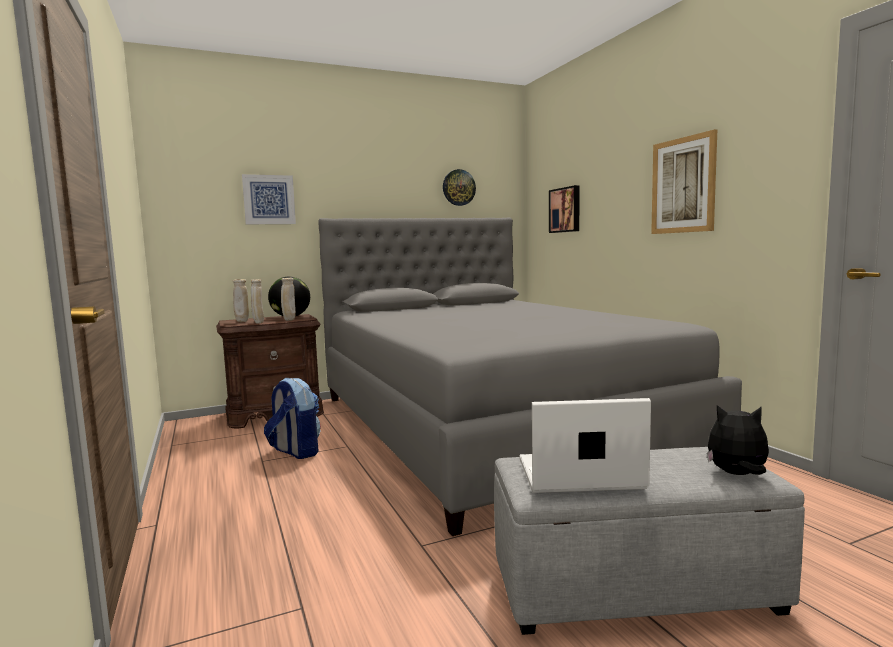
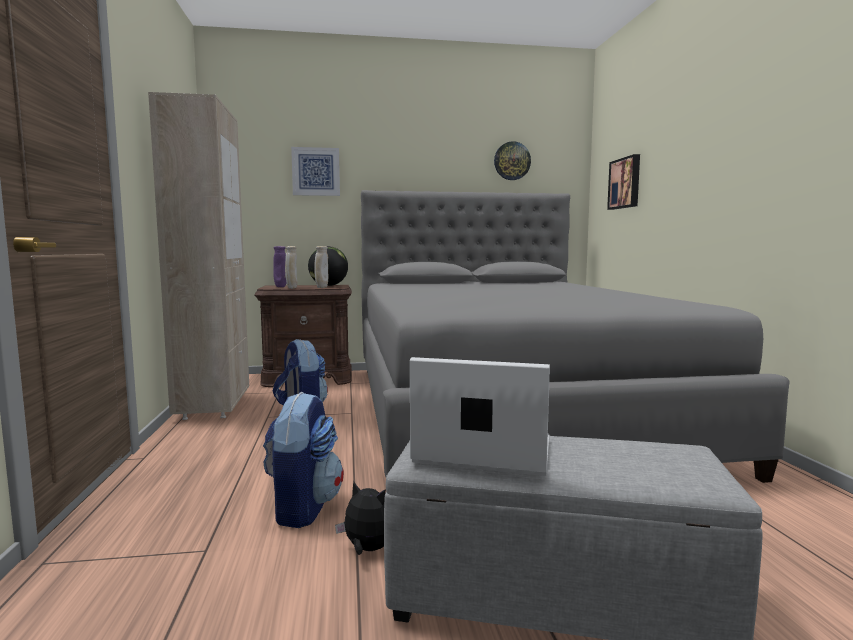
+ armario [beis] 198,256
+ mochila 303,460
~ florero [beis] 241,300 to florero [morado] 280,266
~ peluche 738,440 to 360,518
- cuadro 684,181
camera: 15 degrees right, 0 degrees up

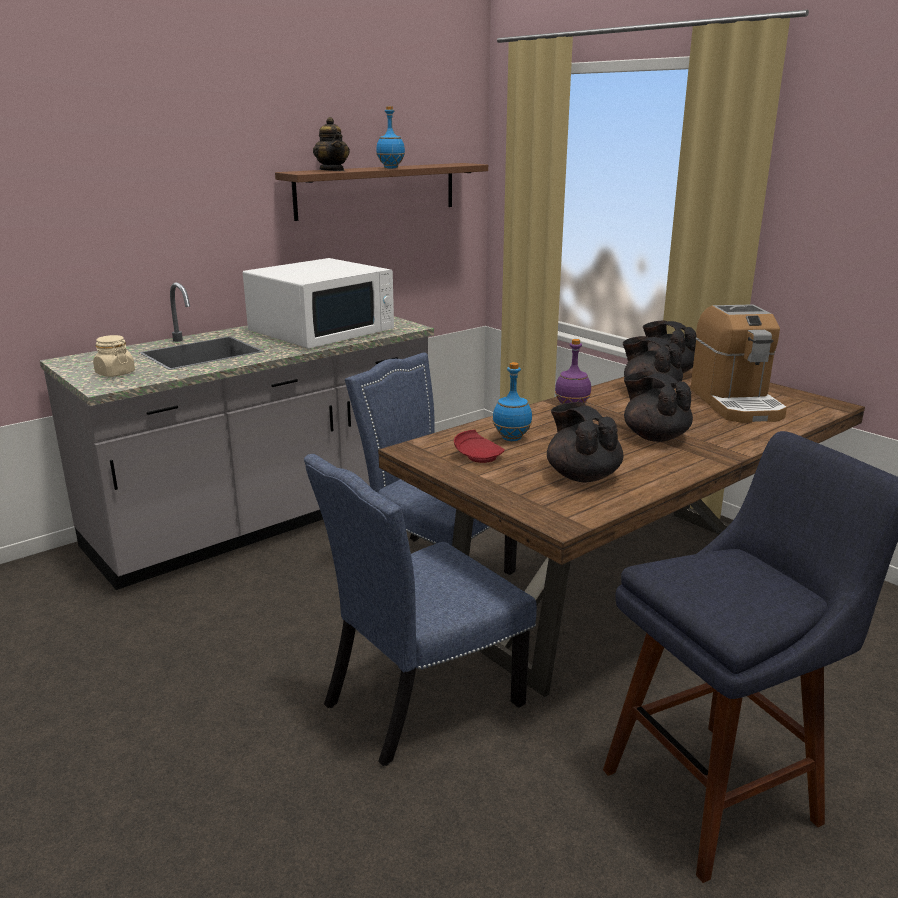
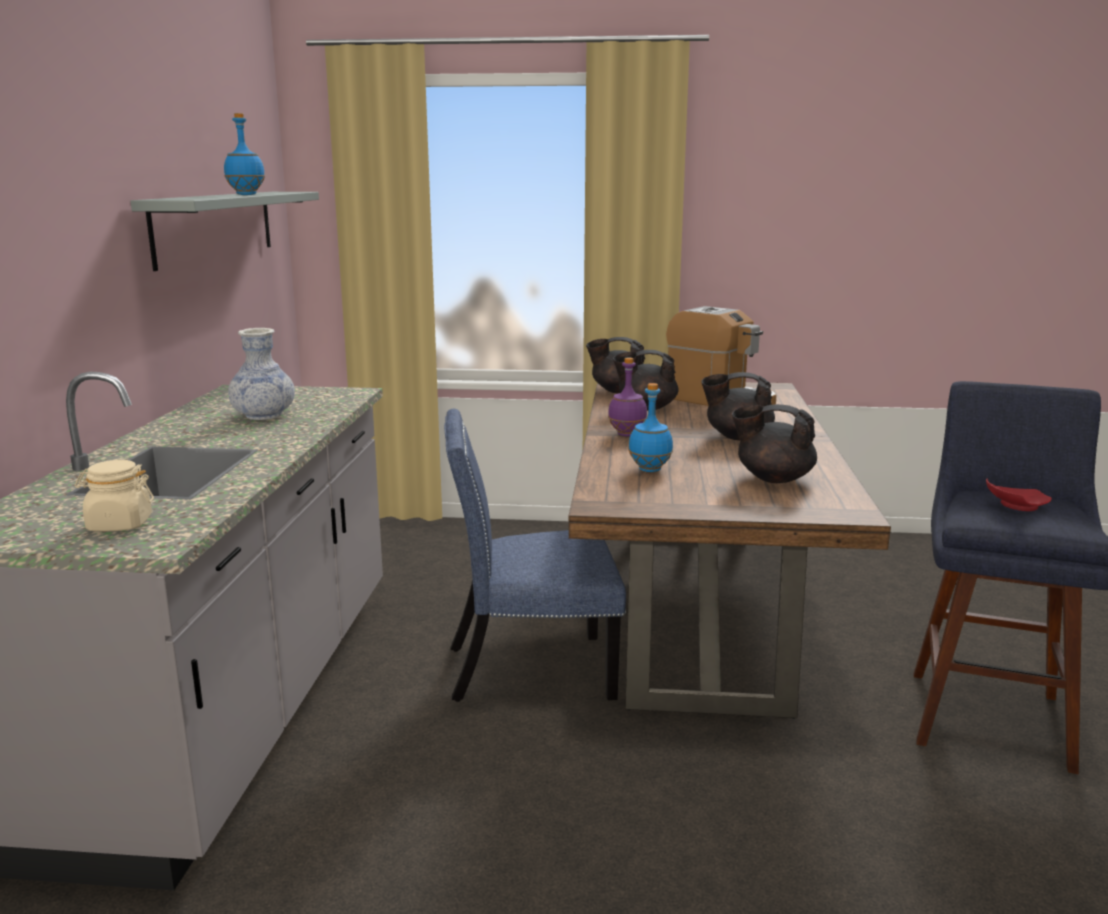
~ estante [marrón] 381,192 to estante [gris] 225,231
~ microondas [blanco] 318,303 to florero 261,374
~ plato [rojo] 479,446 to 1019,495
- silla [azul] 420,610
- tetera 331,144
camera: 45 degrees left, 5 degrees down

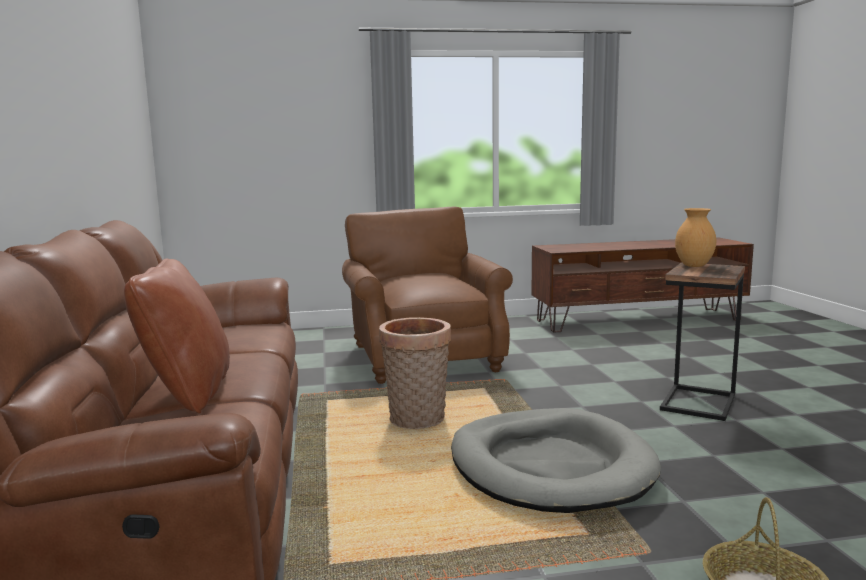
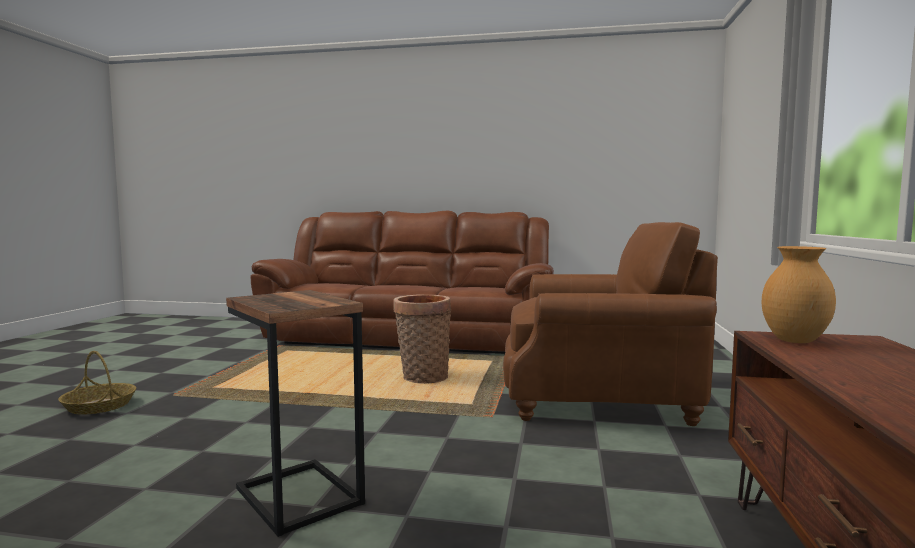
~ florero [marrón] 695,237 to 799,294
- cojín [marrón] 177,336
- cama para perro [gris] 556,460
camera: 110 degrees right, 5 degrees down

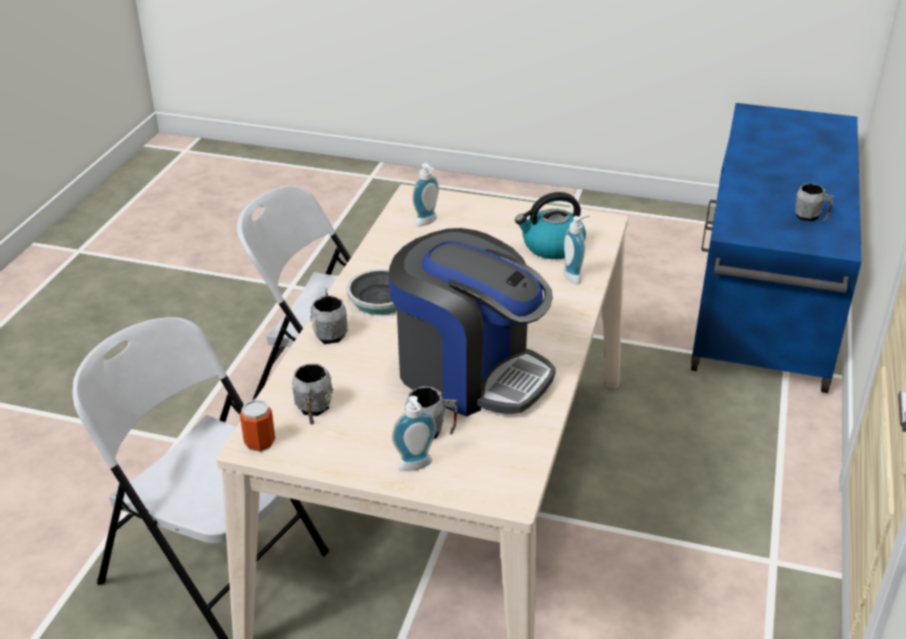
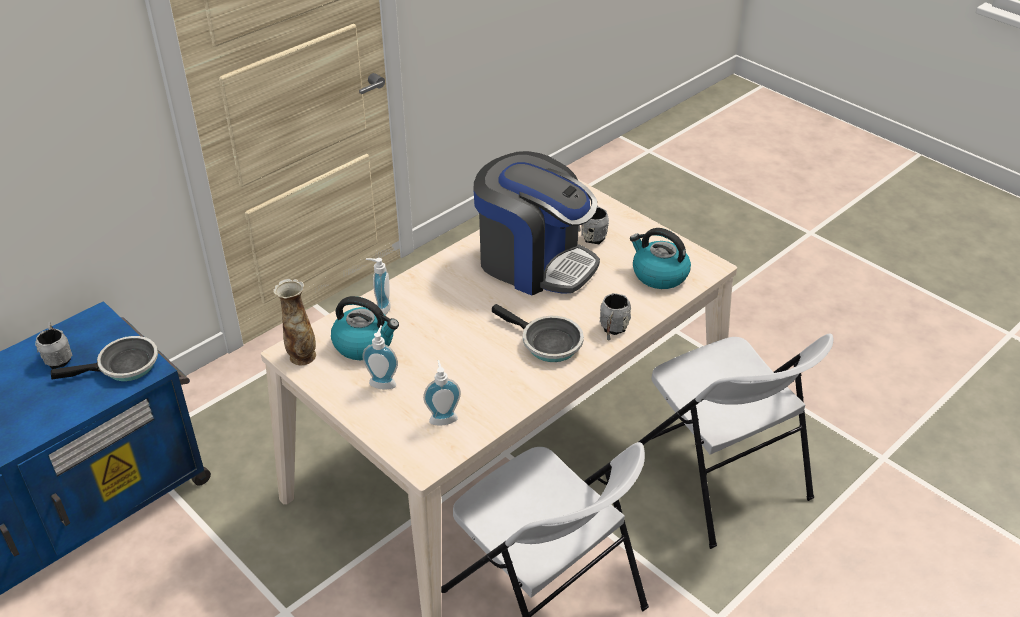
+ sartén 104,358
+ florero 294,322
~ dispensador de jabón 414,433 to 380,357
~ cafetera 472,322 = 536,223 150 degrees clockwise
~ taza grande [gris] 312,394 to hervidor 660,258
- lata 257,425
camera: 150 degrees left, 5 degrees up

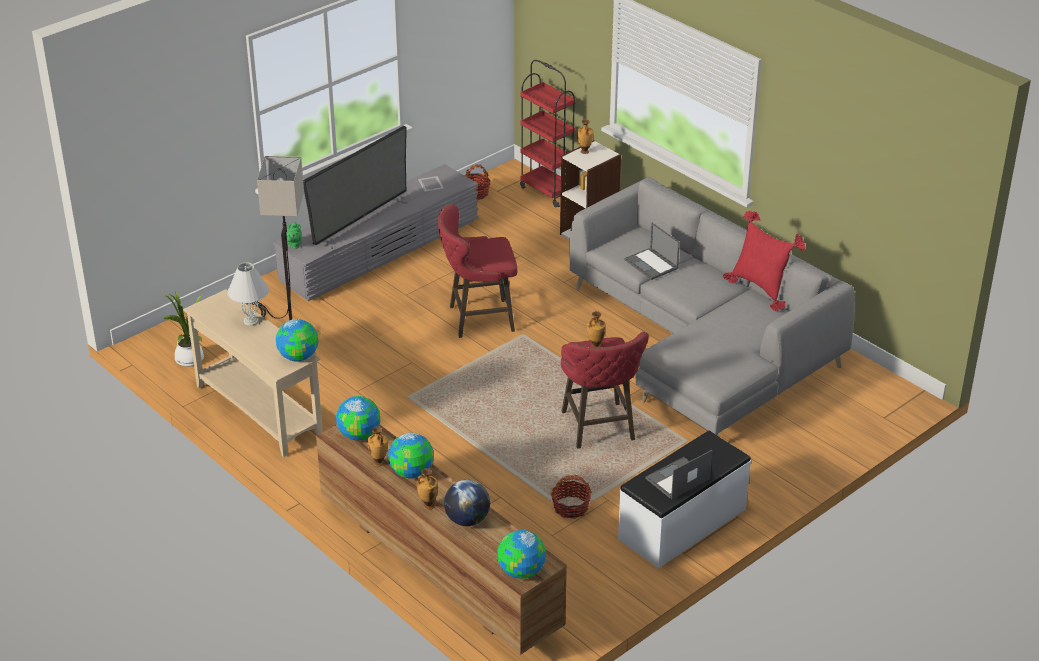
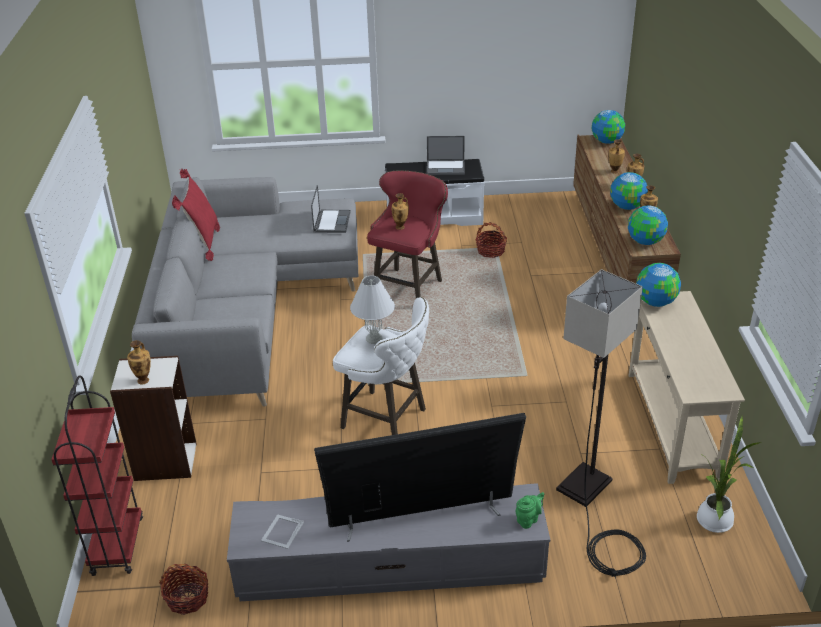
~ portátil 652,251 to 331,209
~ taburete [rojo] 477,271 to taburete [blanco] 381,366
~ lámpara de mesa [blanco] 248,294 to 372,310
~ globo terráqueo 467,503 to florero 617,156
camera: 140 degrees left, 0 degrees up

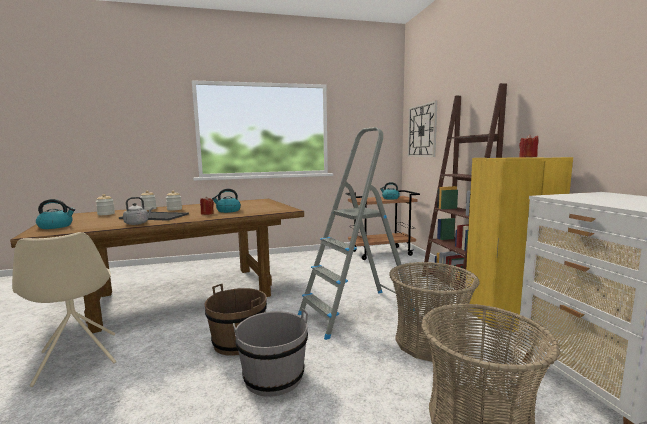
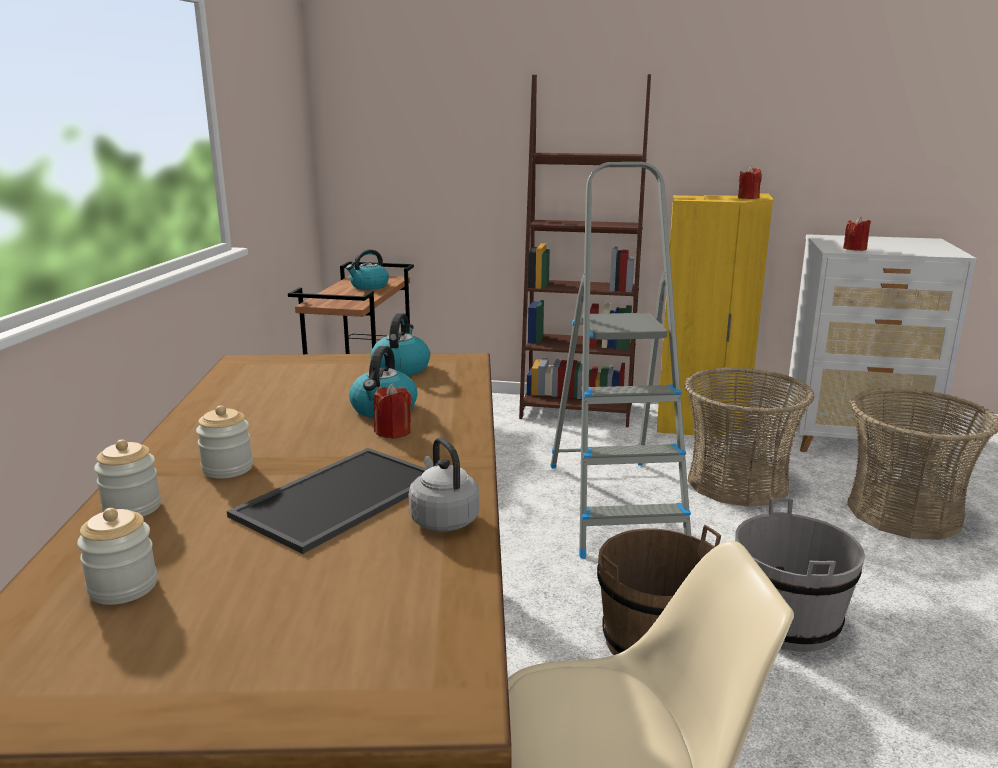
~ hervidor 55,214 to 400,344
+ vela [rojo] 857,234
- reloj de pared 423,129
camera: 65 degrees left, 10 degrees up

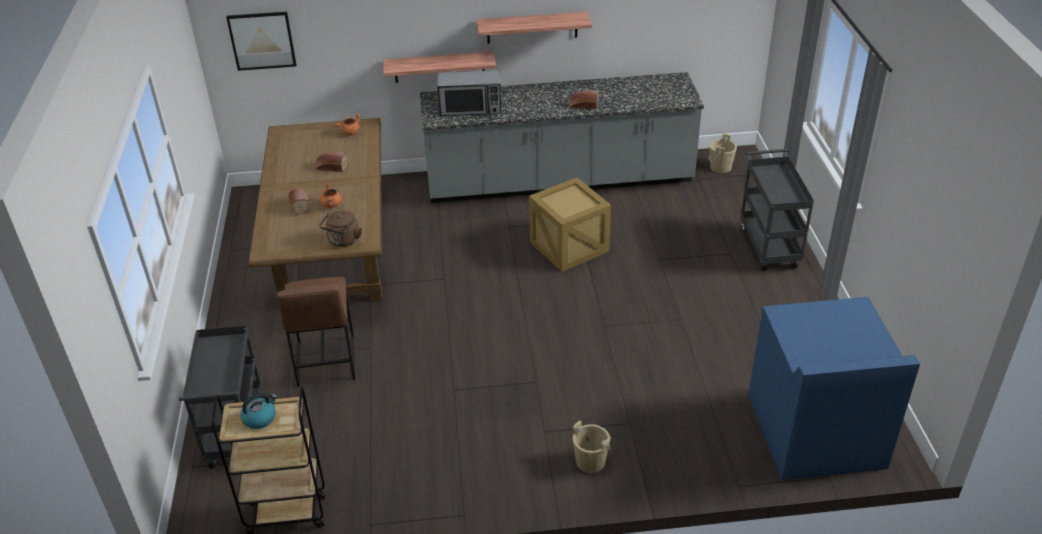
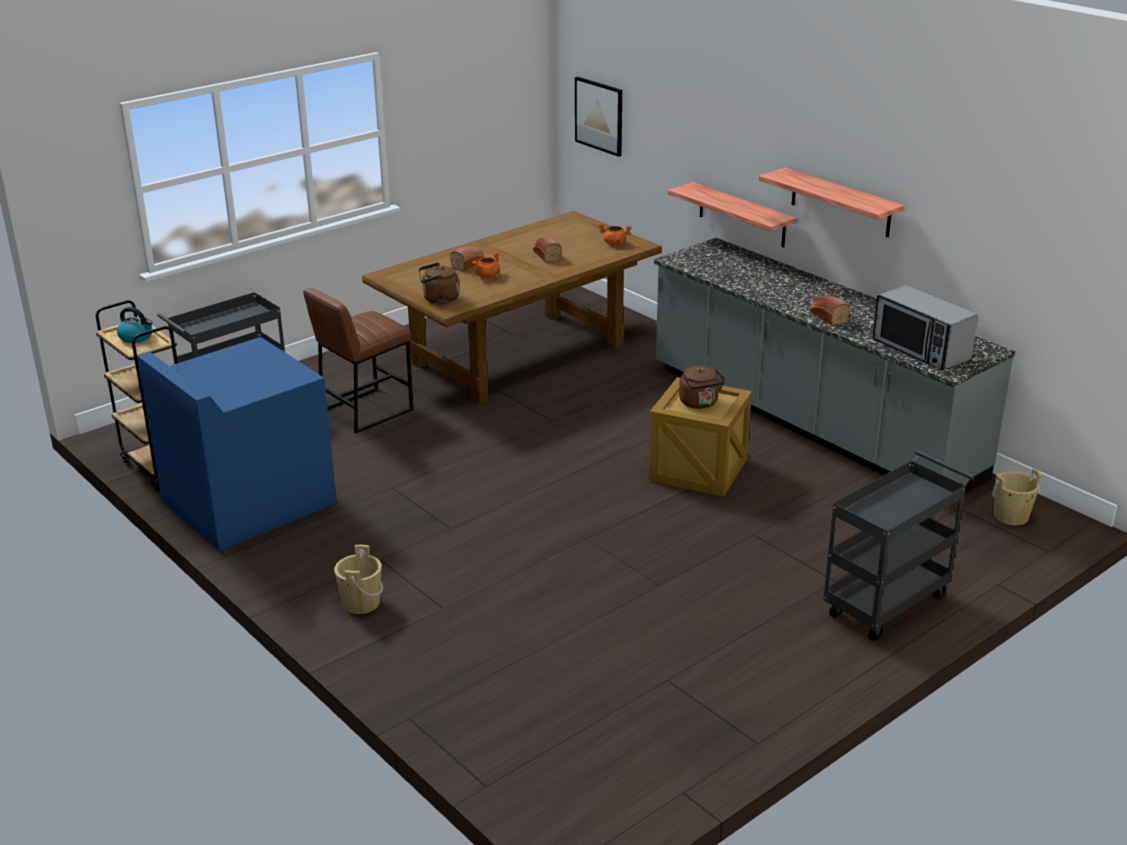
~ lavadora [azul] 834,388 to 237,444
+ hervidor [marrón] 702,387
~ microondas 469,93 to 925,327
camera: 55 degrees right, 10 degrees down

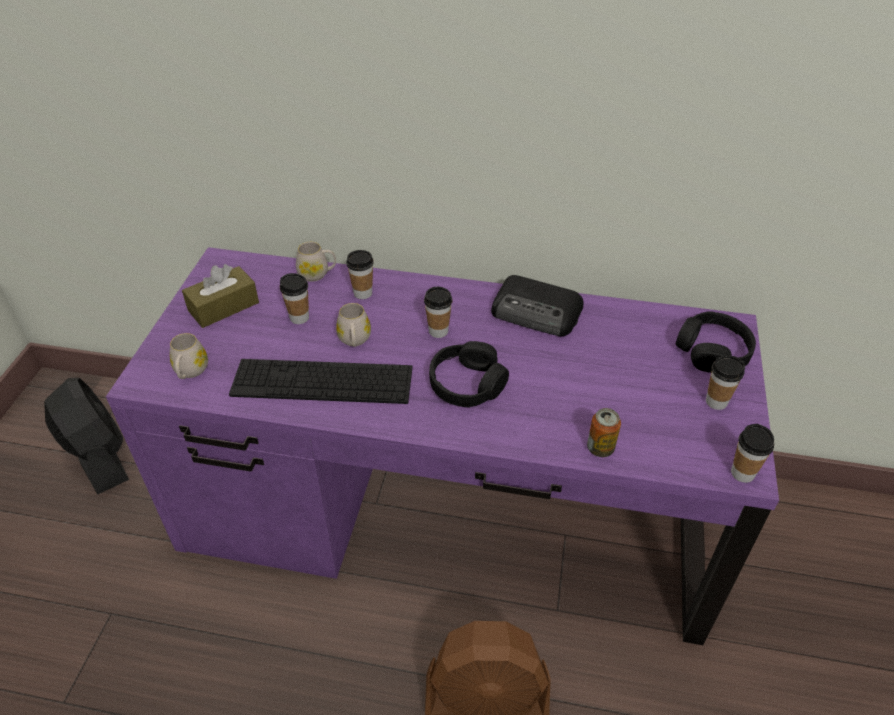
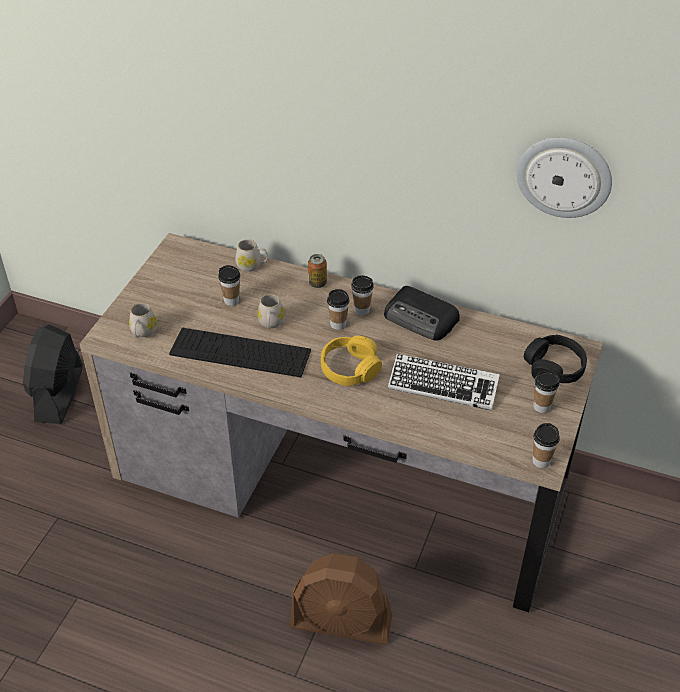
~ ventilador [negro] 86,436 = 53,374 150 degrees counterclockwise
~ escritorio [morado] 442,446 to escritorio [marrón] 341,422
~ lata 604,432 to 317,271
~ auriculares [negro] 469,374 to auriculares [amarillo] 351,361
~ taza 360,274 to 362,295
+ teclado 444,381
+ reloj de pared 564,177
- caja de pañuelos [marrón] 220,296
camera: 10 degrees right, 0 degrees up

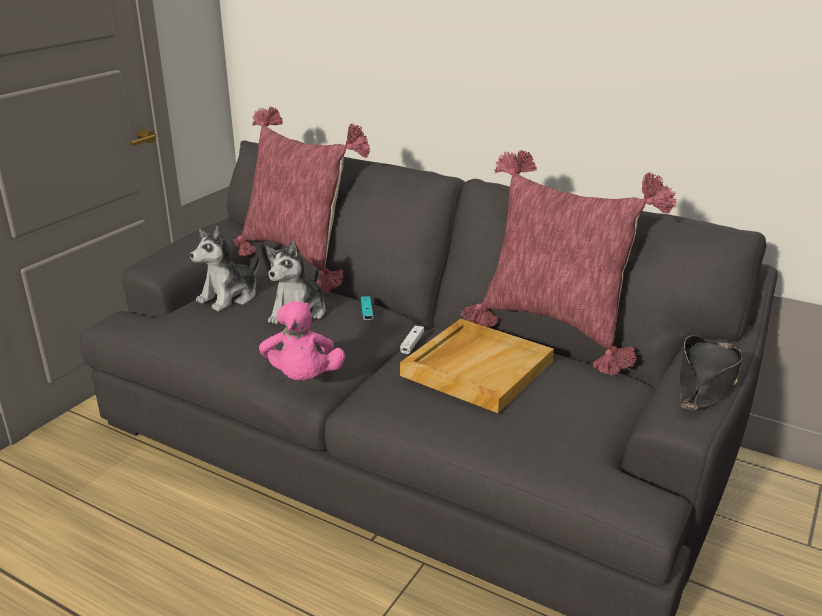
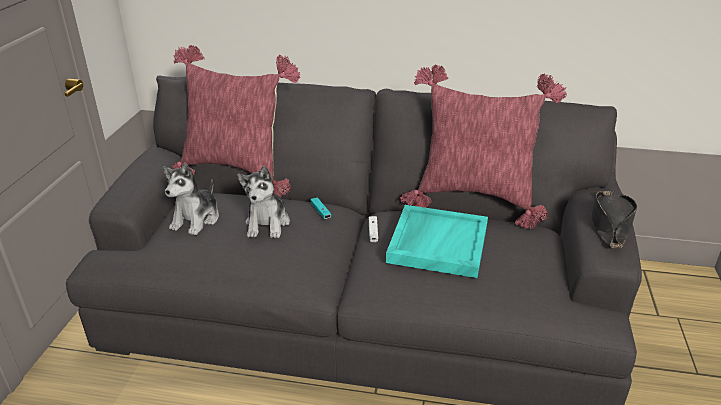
~ bandeja [beis] 477,366 to bandeja [turquesa] 437,241
- peluche [rosa] 302,340
camera: 20 degrees left, 5 degrees up

